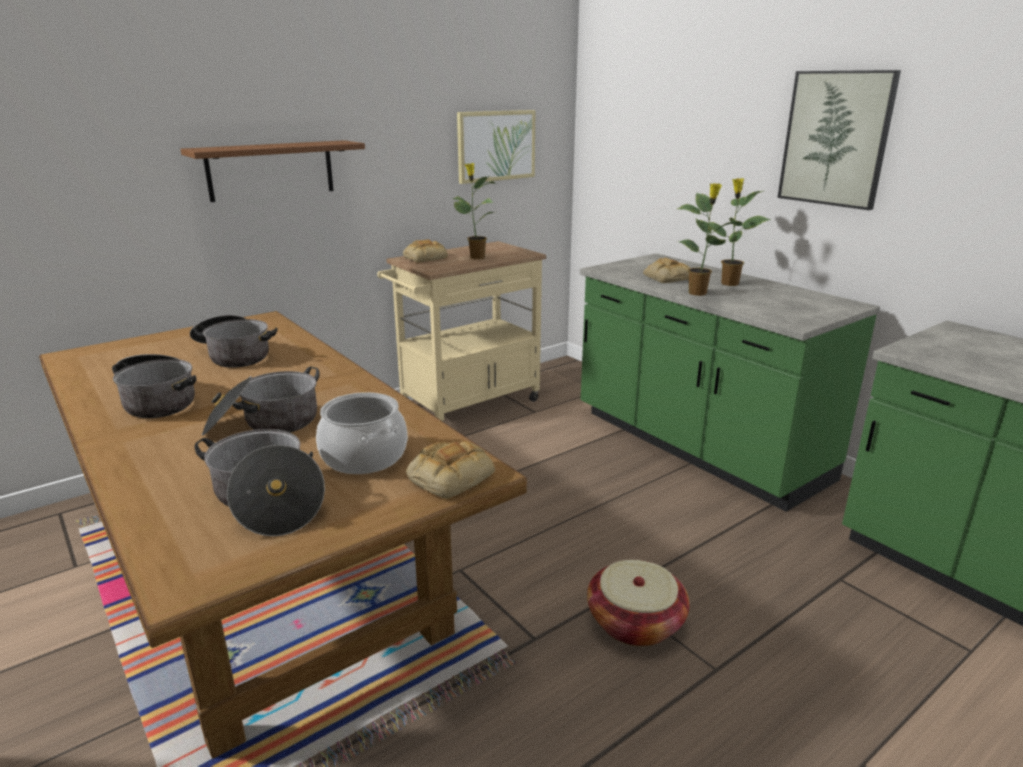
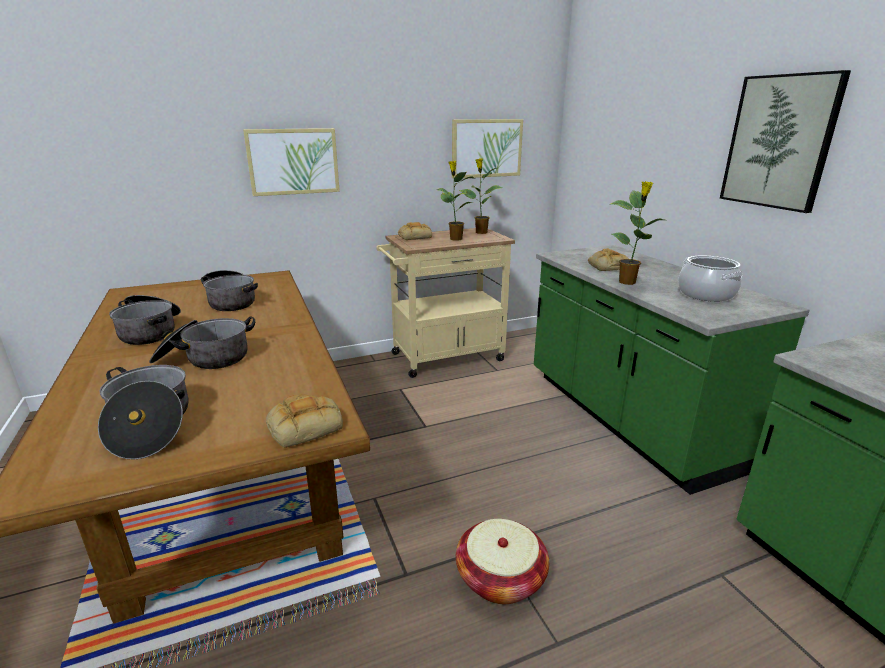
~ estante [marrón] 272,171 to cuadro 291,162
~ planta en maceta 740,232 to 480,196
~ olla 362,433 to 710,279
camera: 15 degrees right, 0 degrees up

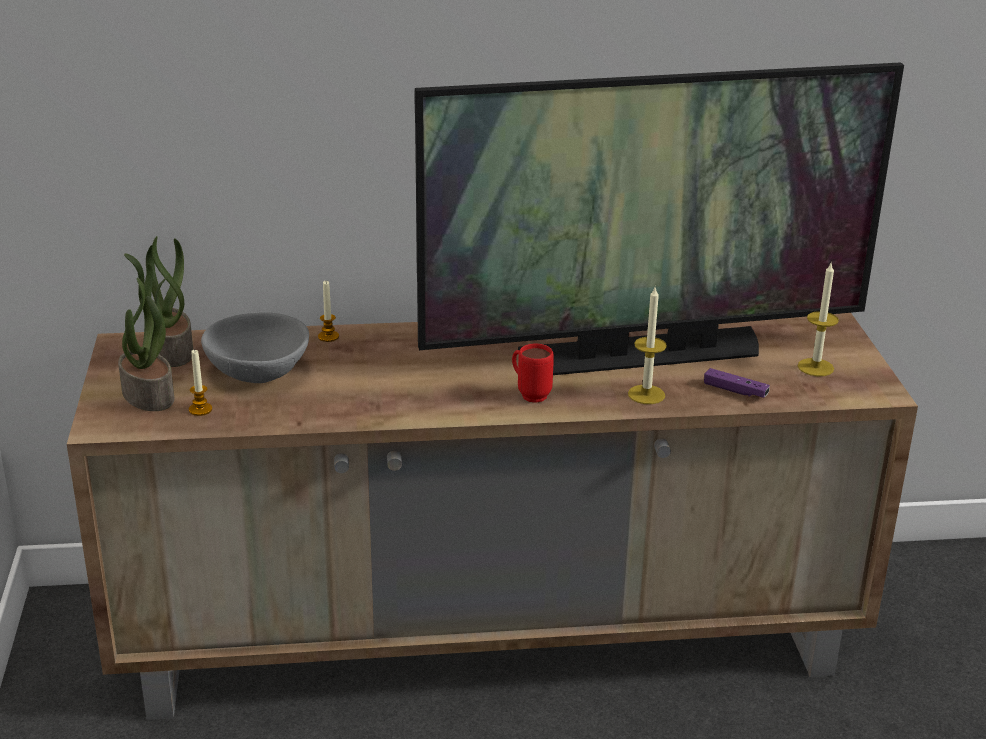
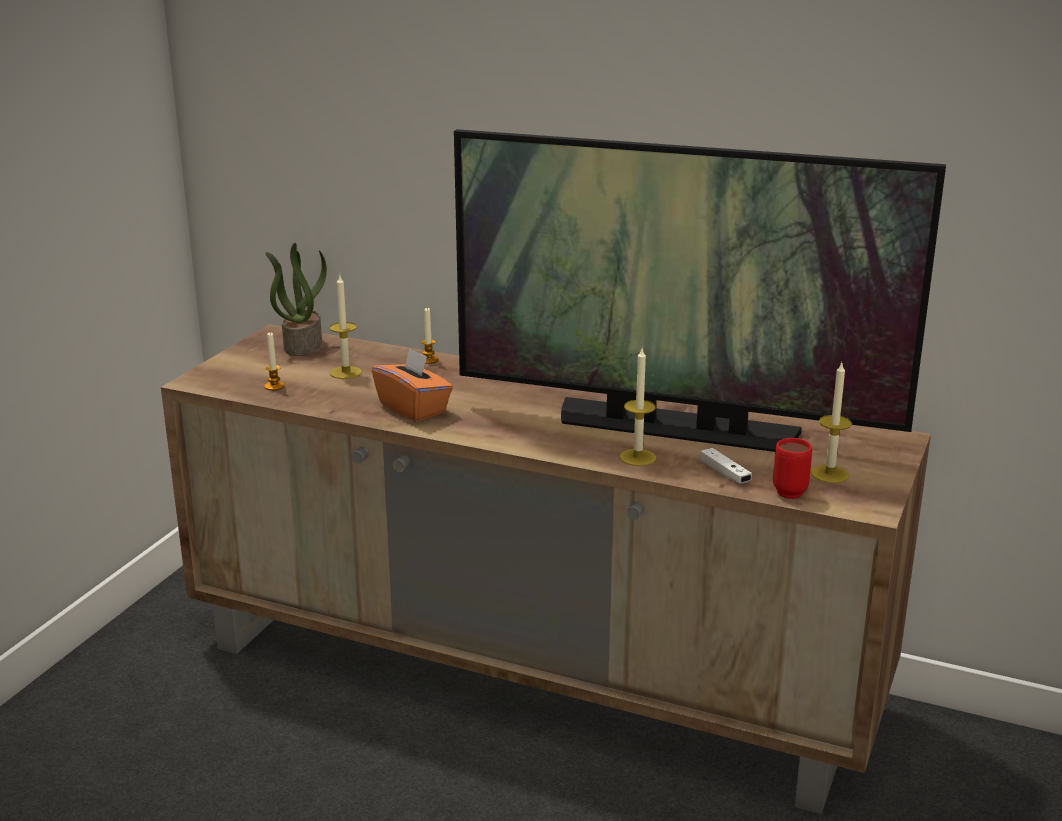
~ cuenco [gris] 255,347 to vela 345,327
+ caja de pañuelos [naranja] 412,384
~ mando de consola [morado] 737,383 to mando de consola [blanco] 726,466
~ taza grande [rojo] 533,373 to 792,468
- planta en maceta 146,343
camera: 30 degrees right, 5 degrees down

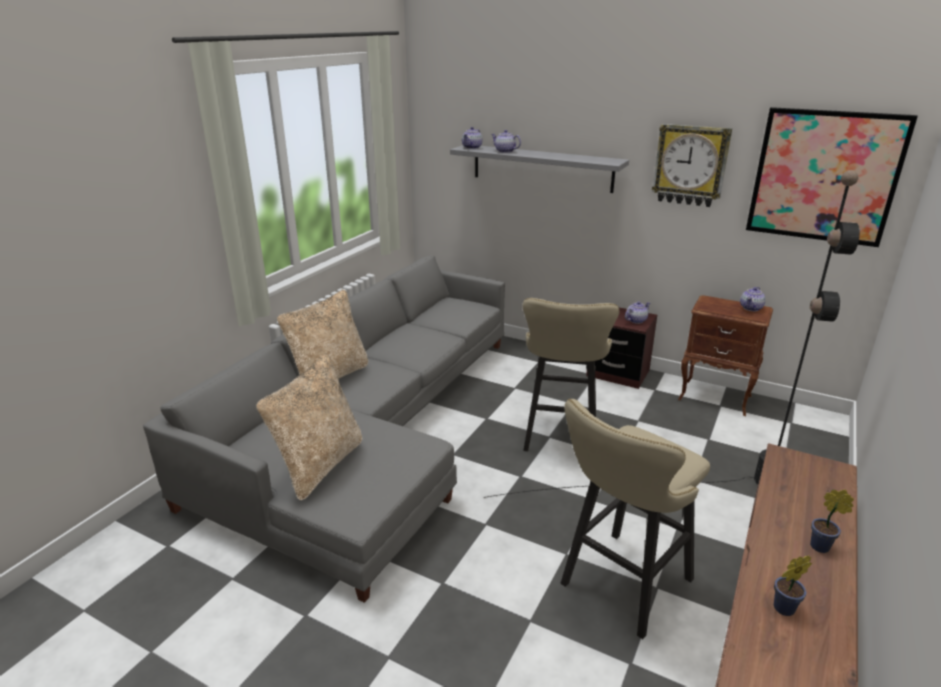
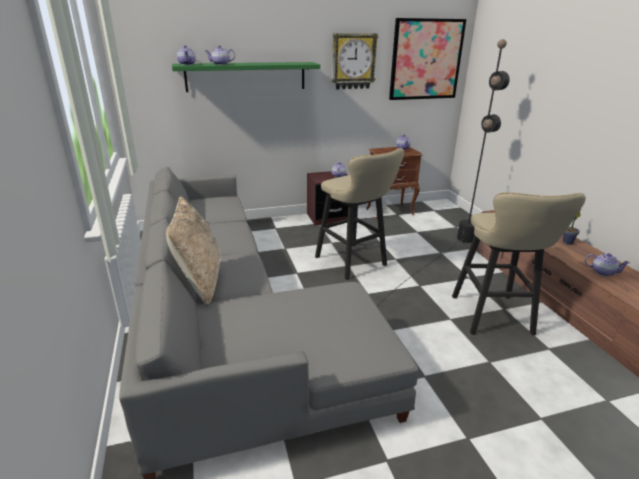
~ estante [gris] 539,169 to estante [verde] 246,77
~ planta en maceta 793,585 to tetera 607,264
- cojín [beis] 309,426
camera: 45 degrees left, 0 degrees up

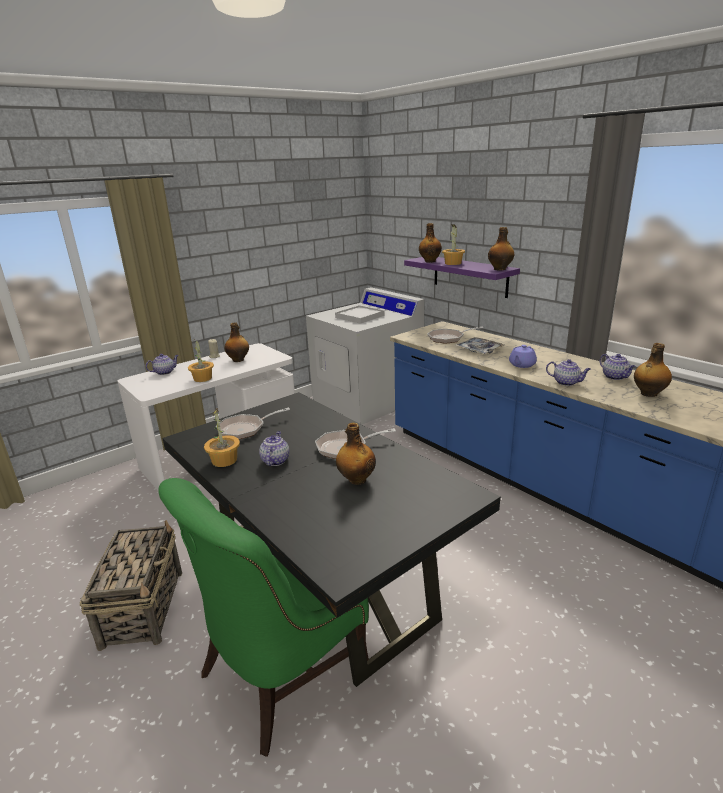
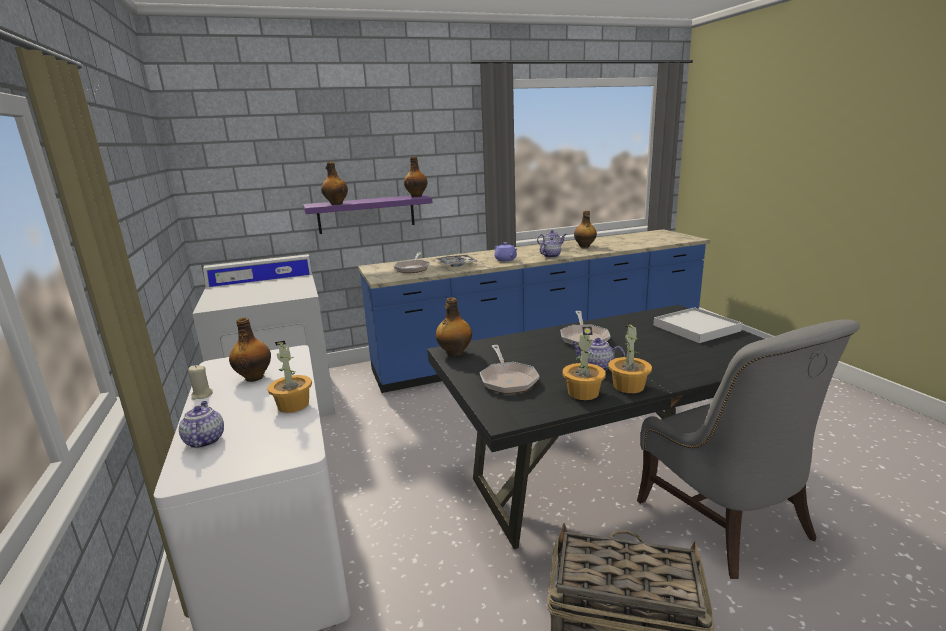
~ botella 356,454 to 453,327
~ planta en maceta 453,244 to 630,357
~ silla [verde] 264,617 to silla [gris] 748,449
~ bandeja [blanco] 360,314 to 698,325
camera: 70 degrees left, 5 degrees down

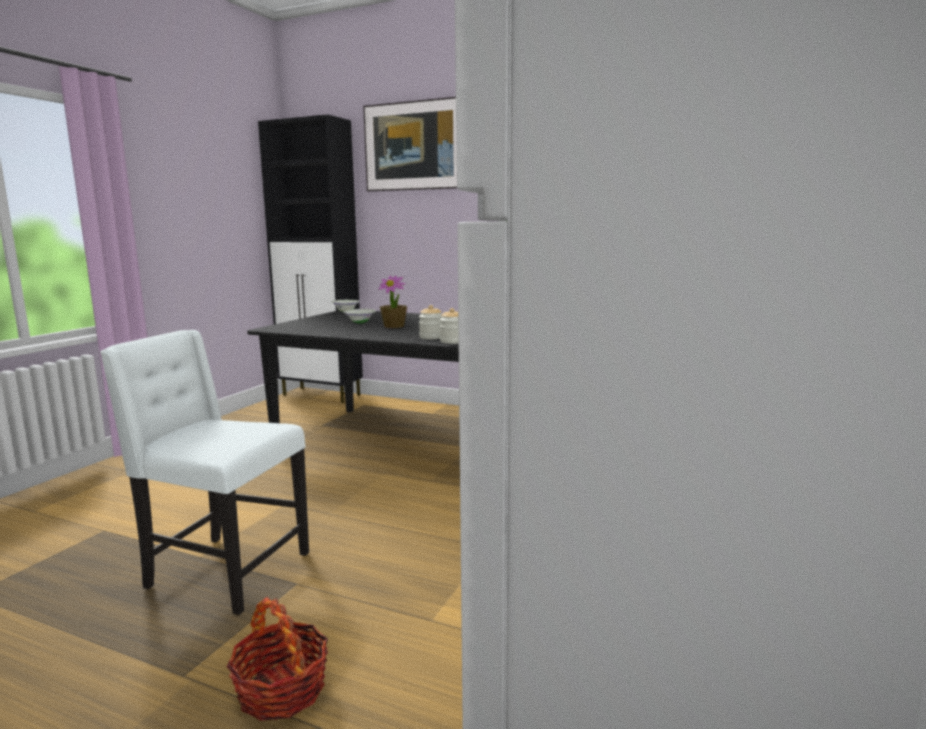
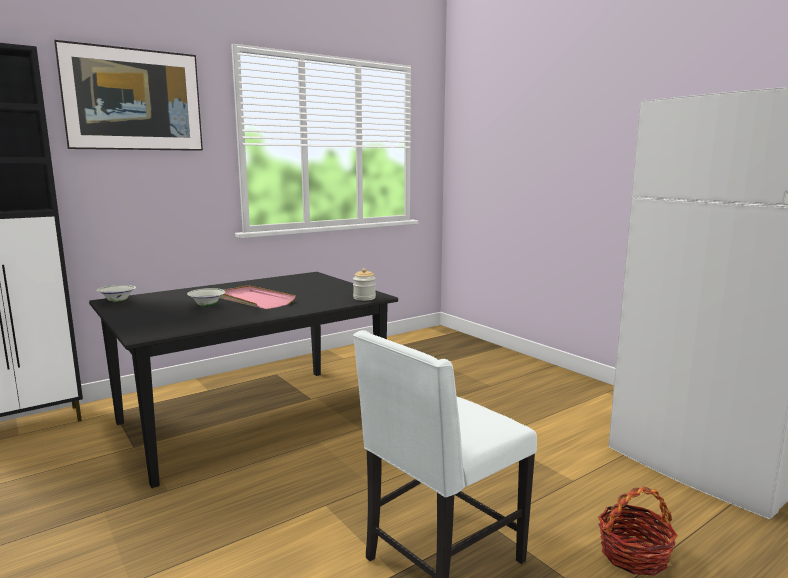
~ planta en maceta 392,301 to bandeja [rosa] 258,297
- tarro 430,322
camera: 60 degrees left, 0 degrees up

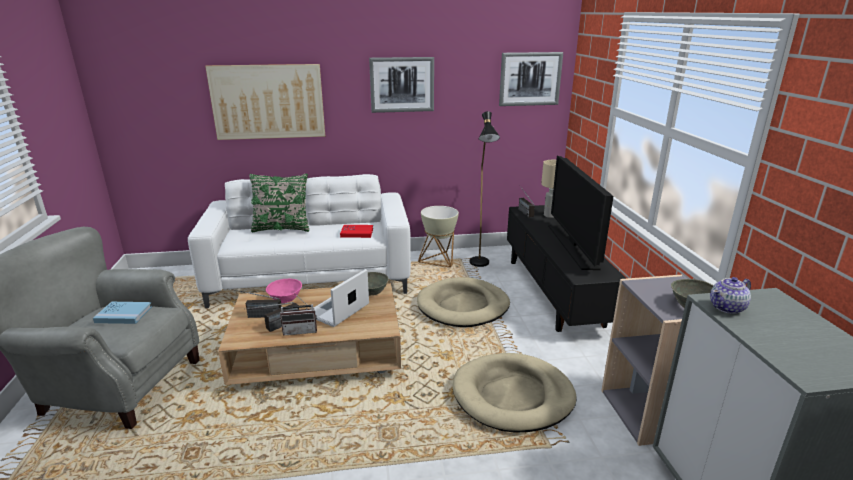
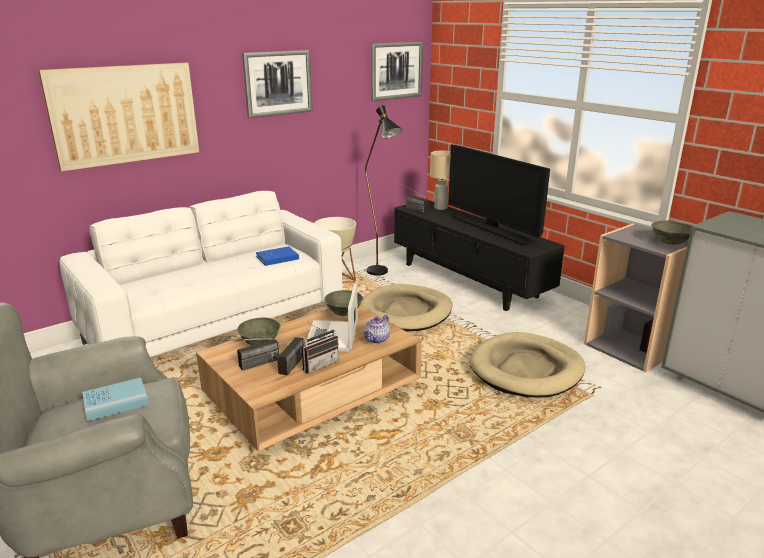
~ cuenco [rosa] 284,291 to cuenco [gris] 259,331
~ libro [rojo] 356,231 to libro [azul] 277,256
~ tetera 730,295 to 377,329
- cojín [verde] 279,203
camera: 30 degrees left, 0 degrees up

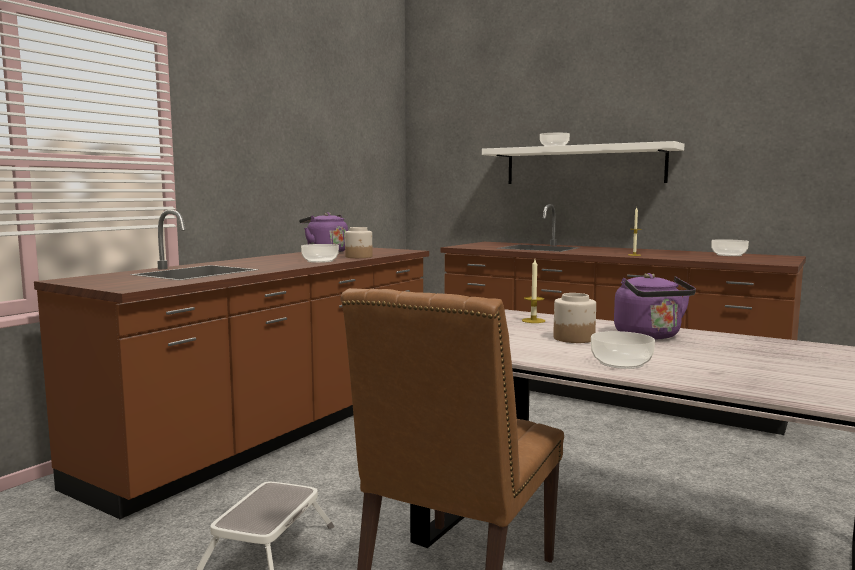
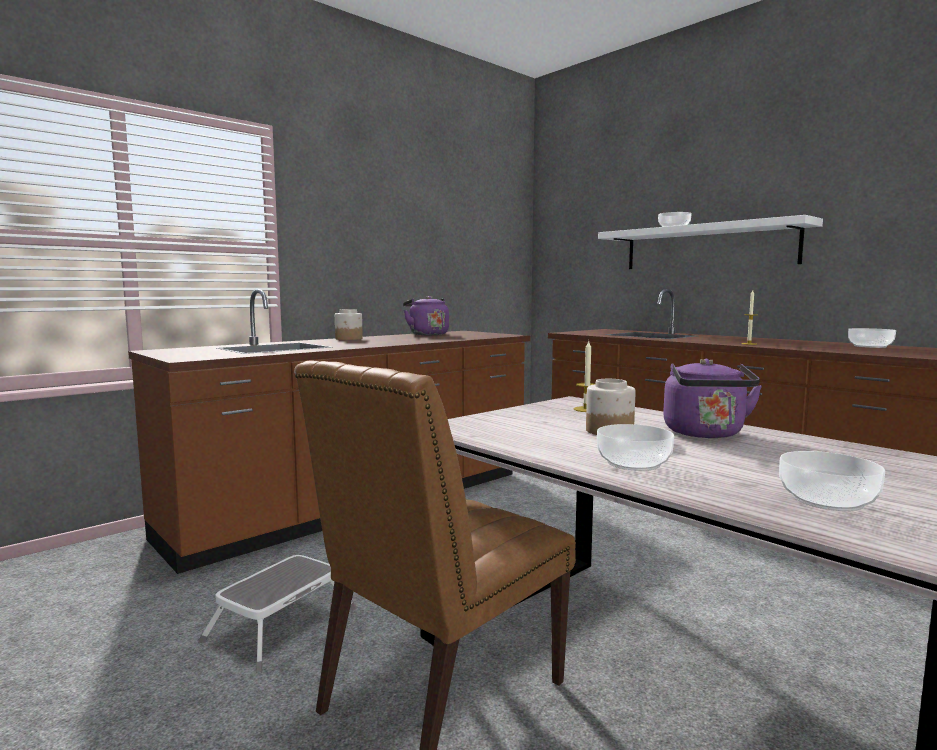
~ tarro 358,242 to 349,324
~ cuenco 320,253 to 832,481
camera: 15 degrees right, 0 degrees up

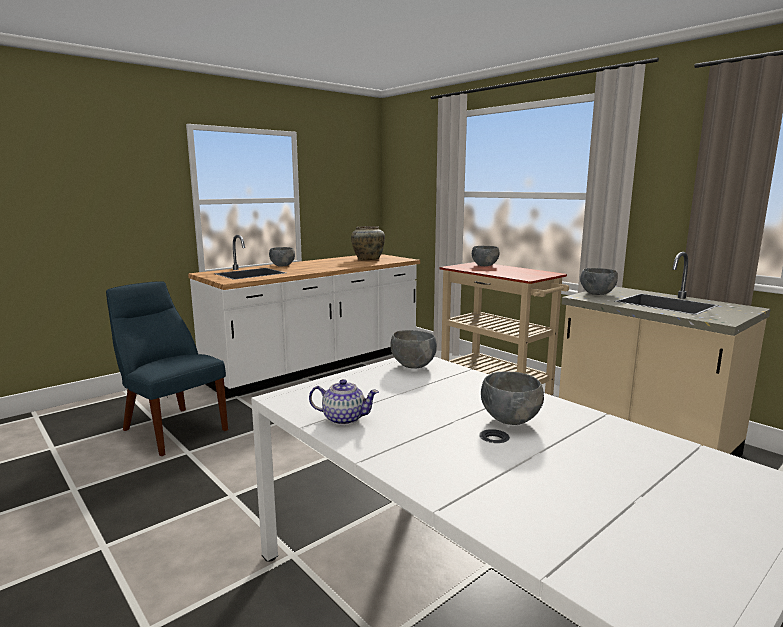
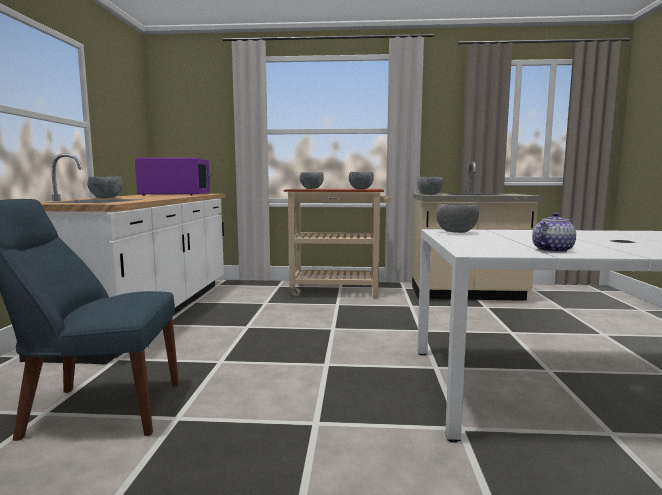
~ florero [beis] 368,243 to microondas [morado] 172,177
~ cuenco [gris] 512,398 to 361,180
camera: 45 degrees left, 5 degrees down

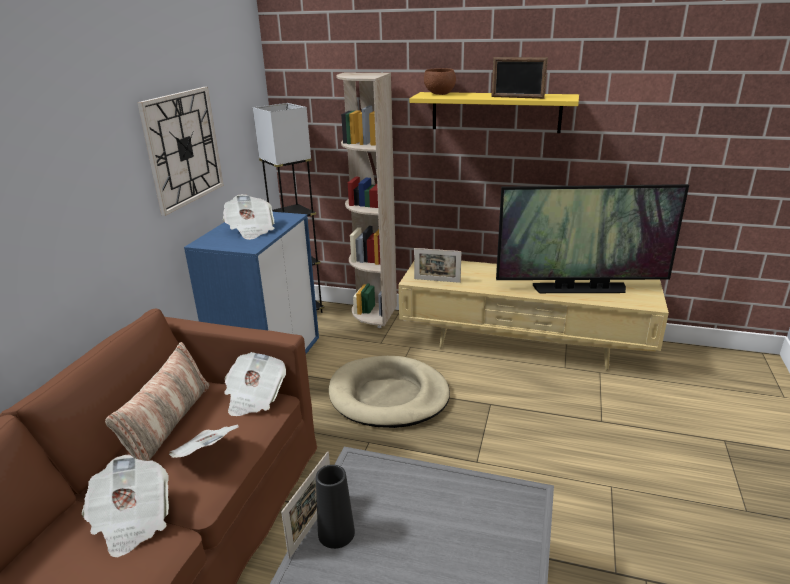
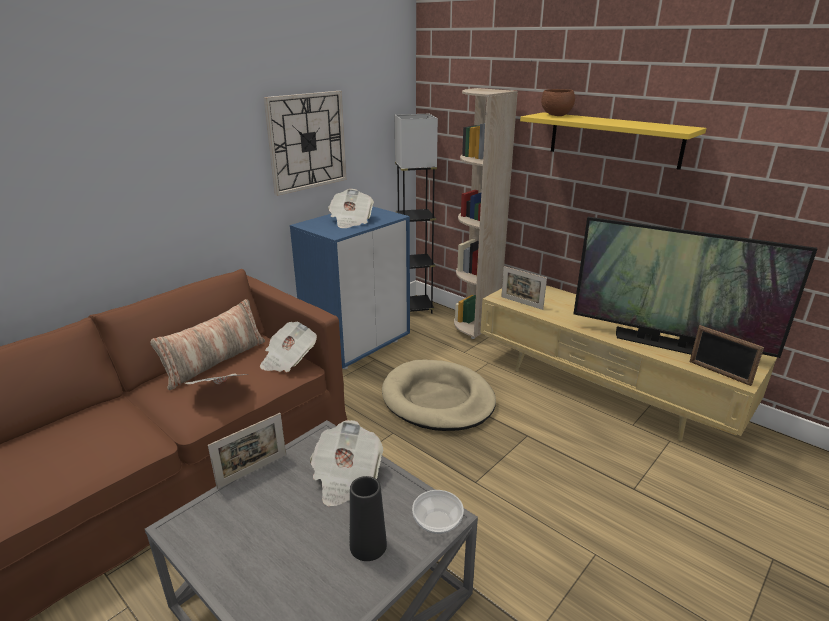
~ periódico 125,506 to 347,463
~ florero [negro] 335,507 to 368,518
+ cuenco 438,512
~ portarretratos 519,78 to 727,355
camera: 25 degrees right, 0 degrees up

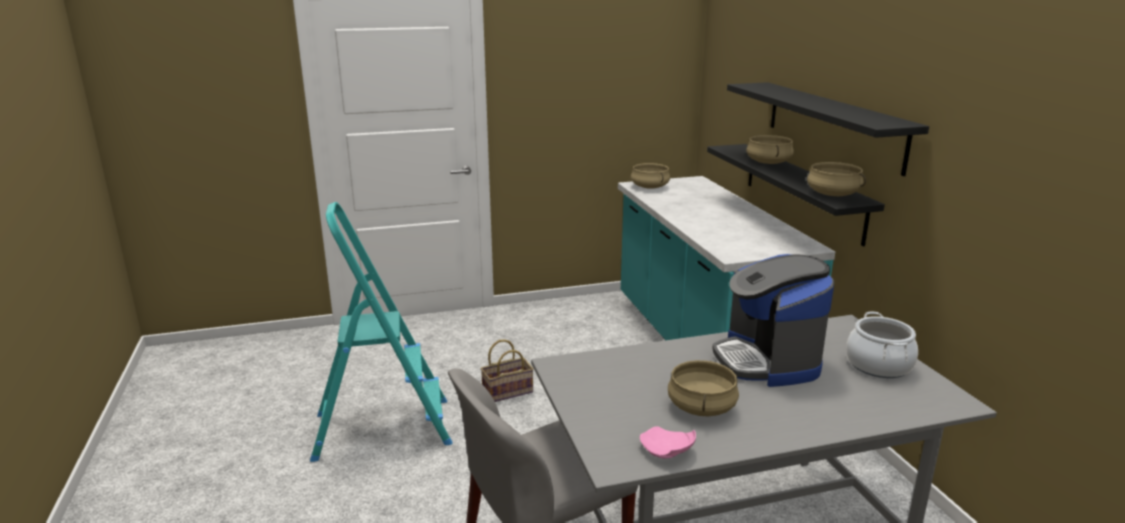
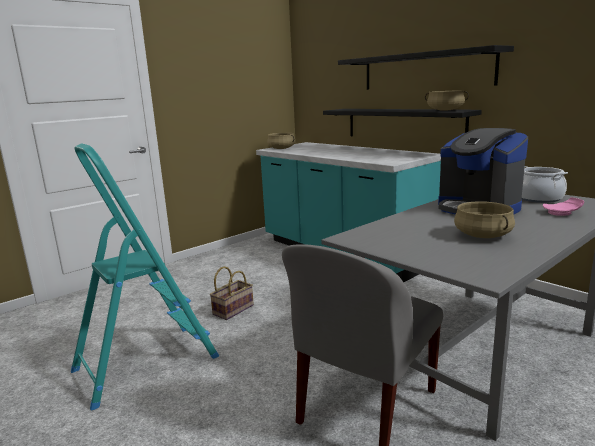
~ plato [rosa] 668,442 to 563,206
- olla [beis] 770,149
camera: 25 degrees left, 5 degrees down

